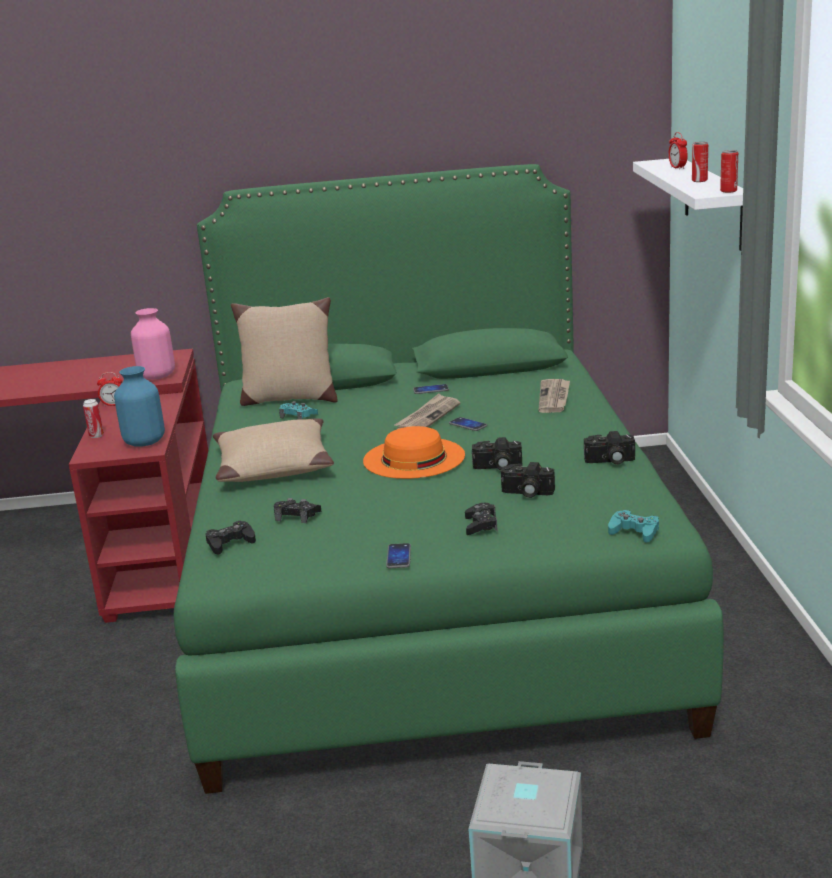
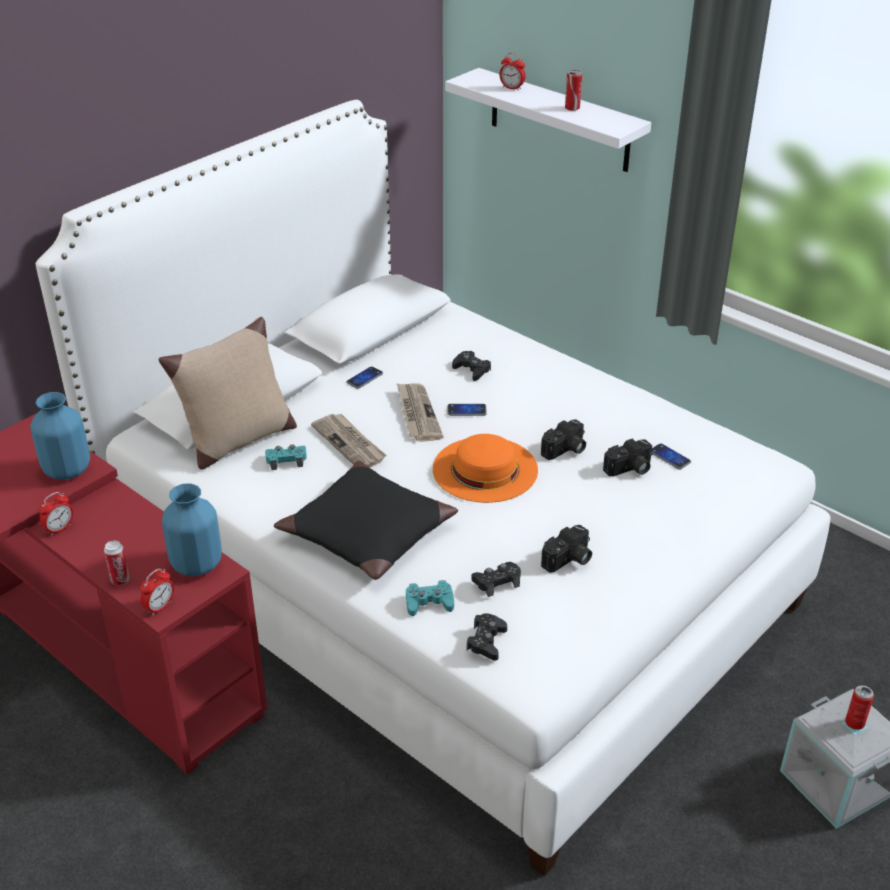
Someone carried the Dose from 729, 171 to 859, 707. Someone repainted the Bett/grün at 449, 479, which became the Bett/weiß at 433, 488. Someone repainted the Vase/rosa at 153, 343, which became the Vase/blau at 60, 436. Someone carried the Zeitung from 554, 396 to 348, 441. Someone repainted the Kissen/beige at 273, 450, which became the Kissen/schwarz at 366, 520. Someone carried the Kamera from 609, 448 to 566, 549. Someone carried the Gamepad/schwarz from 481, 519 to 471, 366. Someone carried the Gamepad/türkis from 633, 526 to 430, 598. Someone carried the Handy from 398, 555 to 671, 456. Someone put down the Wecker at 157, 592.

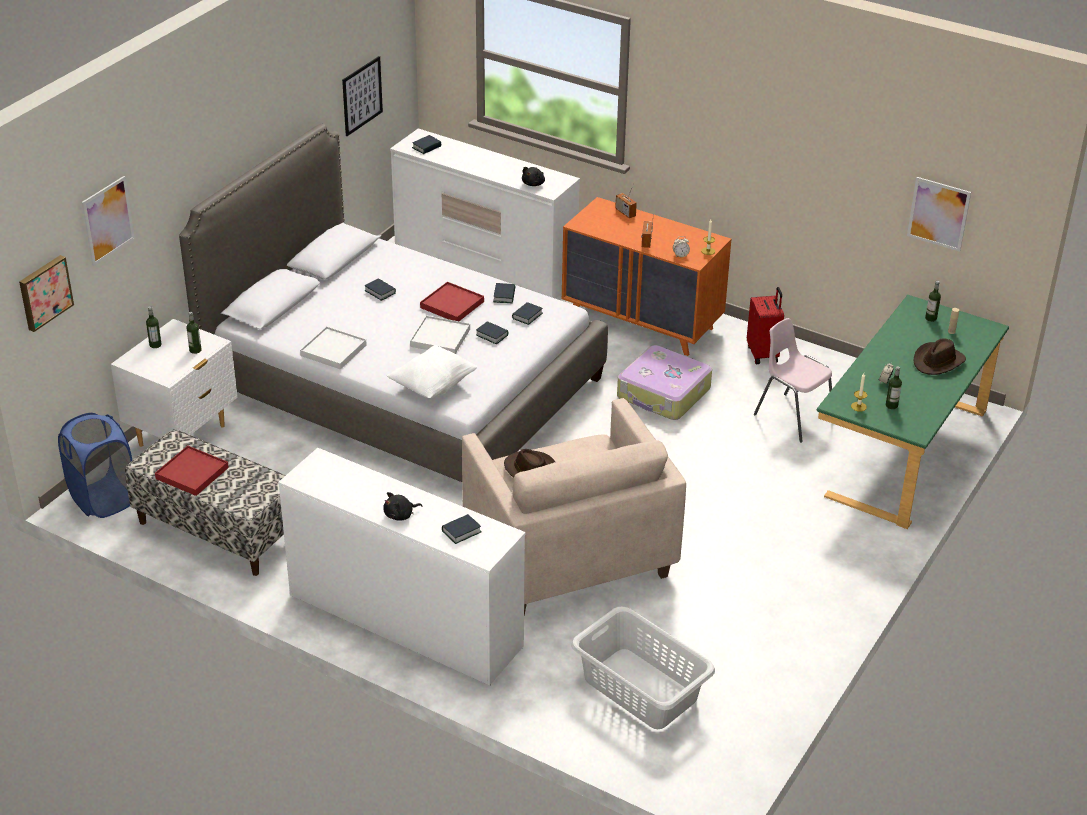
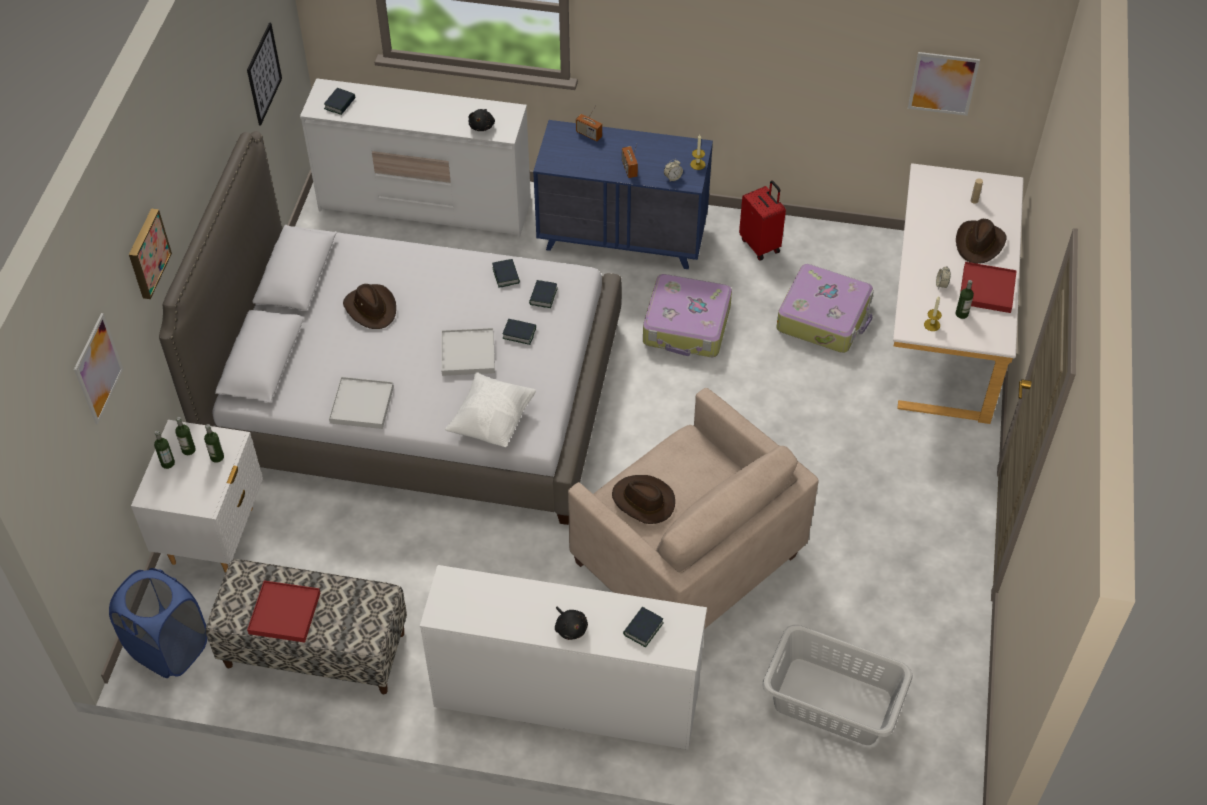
Someone repainted the Kommode/orange at 646, 276, which became the Kommode/blau at 623, 194. Someone carried the Bild from 46, 293 to 150, 253. Someone swapped the Buch at 380, 289 for the Hut/braun at 369, 306. Someone carried the Flasche from 933, 301 to 185, 436. Someone carried the Tablett/rot from 452, 301 to 988, 287. Someone repainted the Schreibtisch/grün at 913, 412, which became the Schreibtisch/weiß at 958, 293. Someone swapped the Stuhl/rosa at 793, 380 for the Koffer at 825, 308. Someone rotated the Plüschtier/schwarz at 402, 506 by 75 degrees counterclockwise.

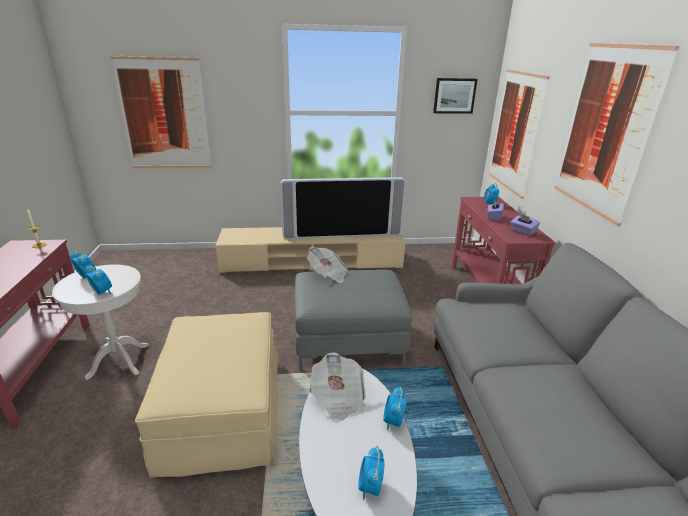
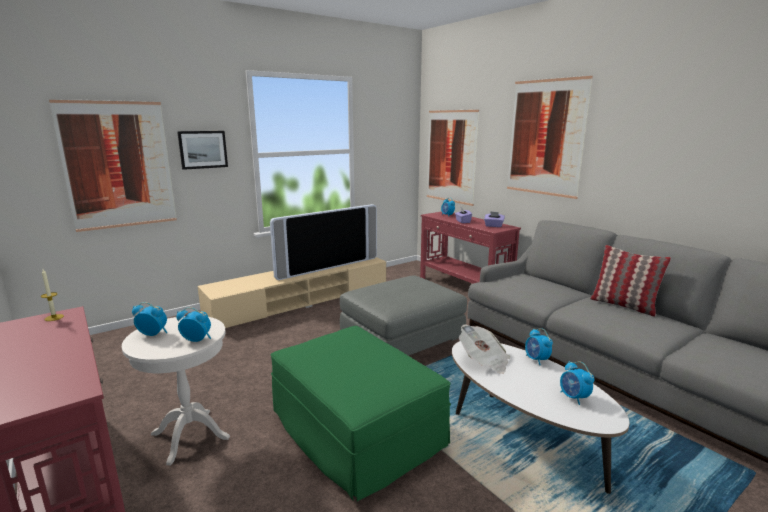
Someone carried the Bild from 455, 96 to 202, 150. Someone took away the Zeitung at 327, 265. Someone repainted the Polsterhocker/beige at 207, 394, which became the Polsterhocker/grün at 361, 414. Someone put down the Kissen at 630, 281.

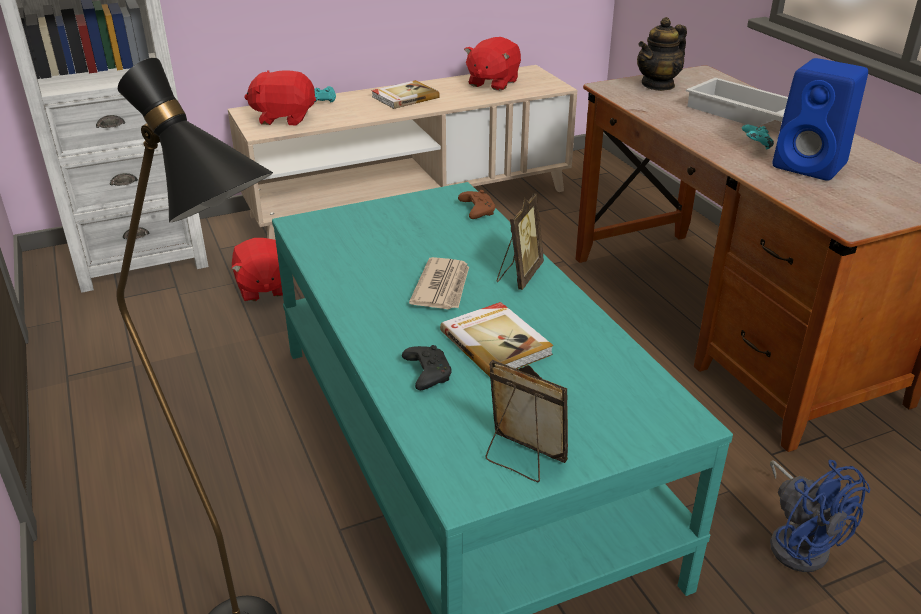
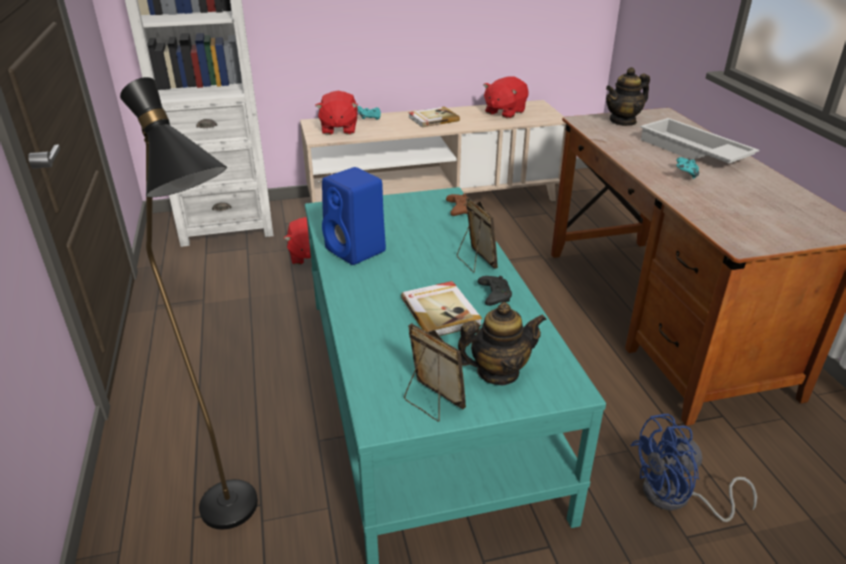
Someone carried the Lautsprecher/blau from 820, 119 to 354, 216. Someone rotated the Plüschtier/rot at 280, 97 by 105 degrees counterclockwise. Someone rotated the Bilderrahmen at 520, 241 by 60 degrees counterclockwise. Someone took away the Zeitung at 439, 283. Someone carried the Gamepad/schwarz from 427, 367 to 495, 291. Someone rotated the Ventilator/blau at 820, 516 by 90 degrees clockwise. Someone put down the Teekanne at 502, 343.

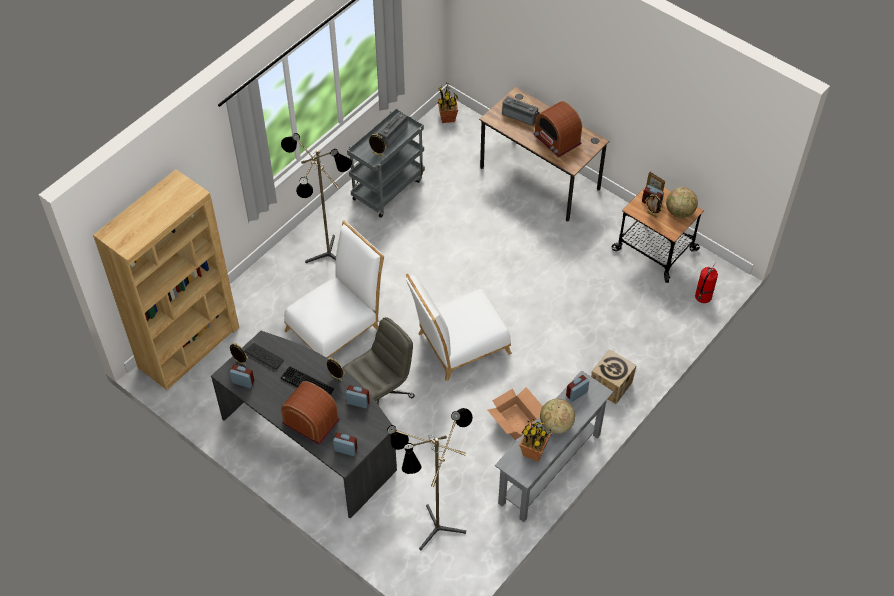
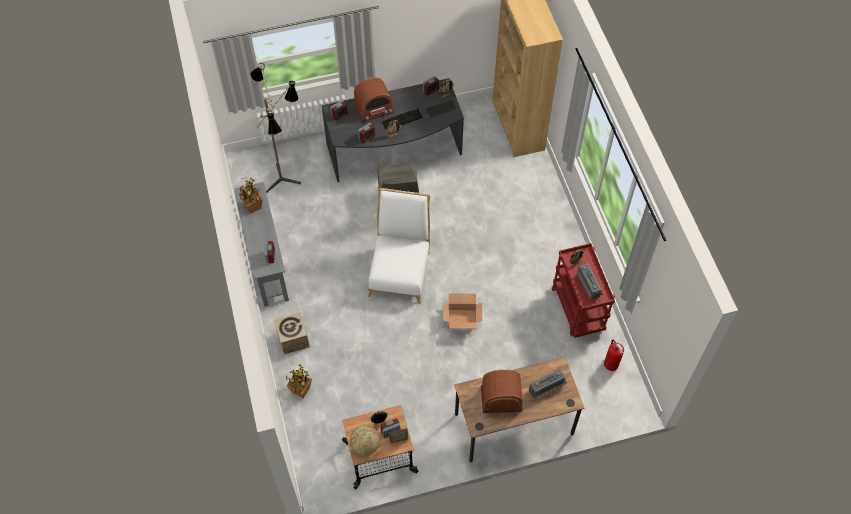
Someone carried the Topfpflanze from 447, 102 to 299, 381. Someone repainted the Rollwagen/grau at 386, 163, which became the Rollwagen/rot at 583, 290. Someone took away the Stehlampe at 316, 198. Someone took away the Stuhl/weiß at 334, 289. Someone carried the Feuerlöscher from 706, 281 to 614, 355. Someone carried the Karton from 515, 413 to 462, 311. Someone took away the Globus at 557, 416.

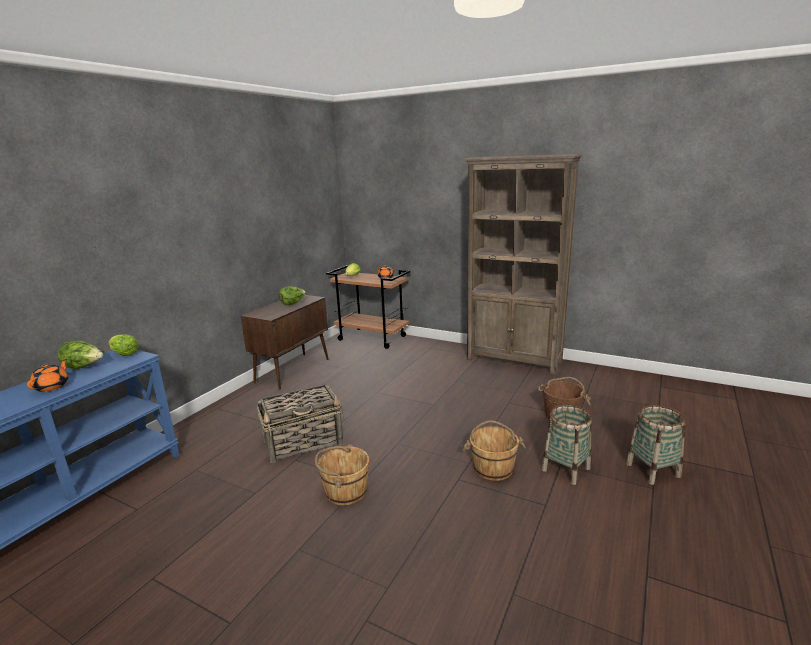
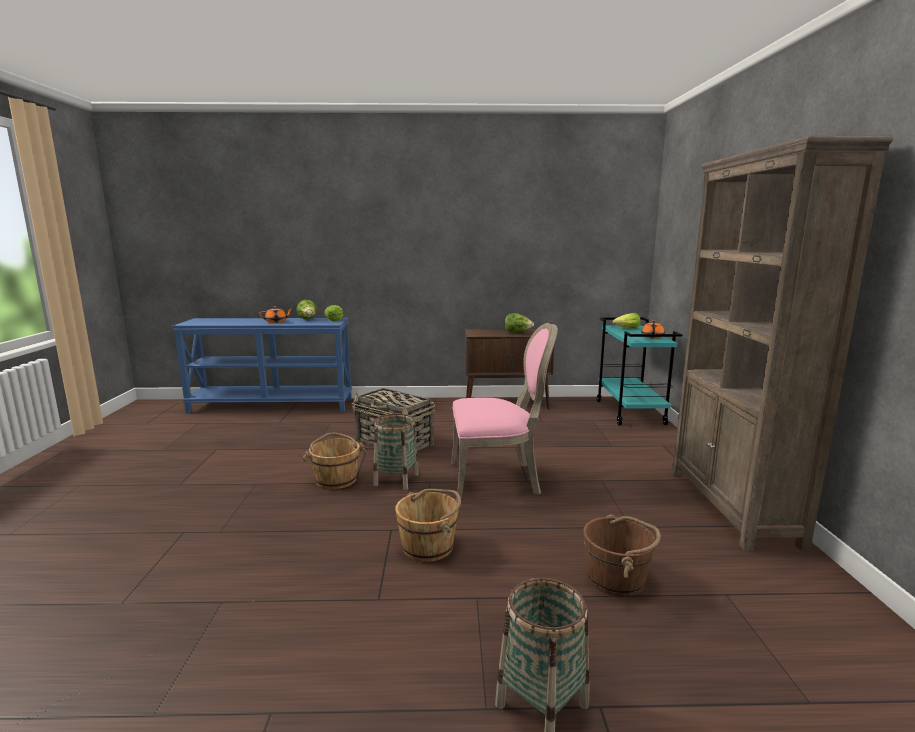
Someone repainted the Rollwagen/braun at 368, 307, which became the Rollwagen/türkis at 639, 371. Someone carried the Korb from 567, 445 to 396, 452. Someone put down the Stuhl/rosa at 504, 412.

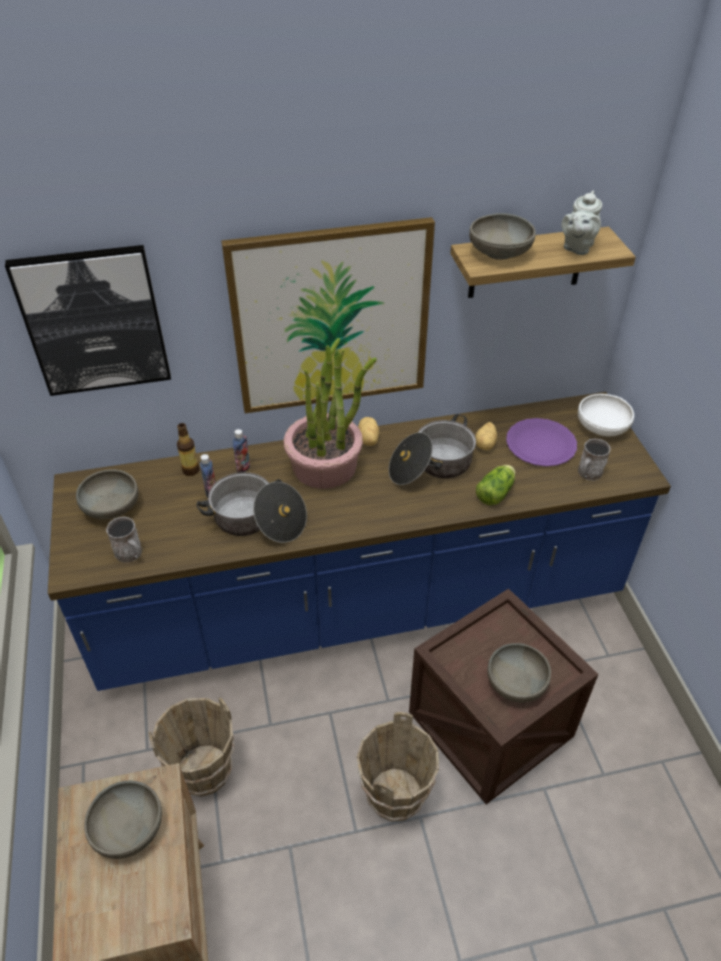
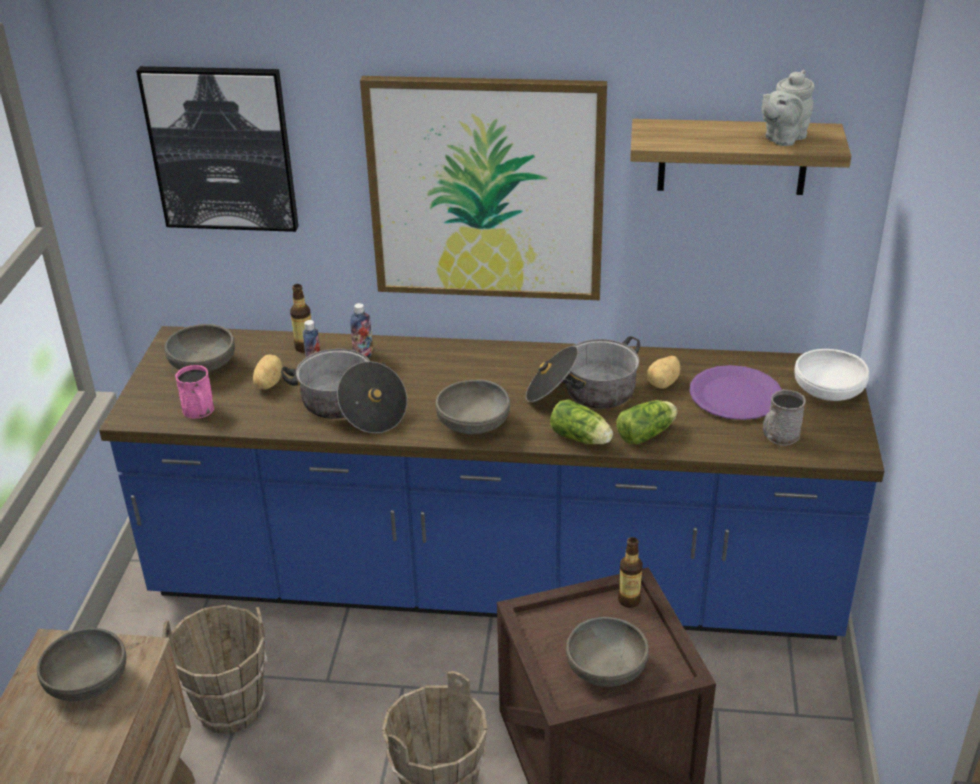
Someone carried the Schüssel/grau from 502, 236 to 472, 407. Someone took away the Topfpflanze at 330, 413. Someone carried the Kartoffel from 368, 431 to 267, 372. Someone repainted the Henkelbecher/grau at 124, 539, which became the Henkelbecher/rosa at 194, 392. Someone put down the Salatkopf at 581, 421. Someone put down the Flasche at 630, 572.

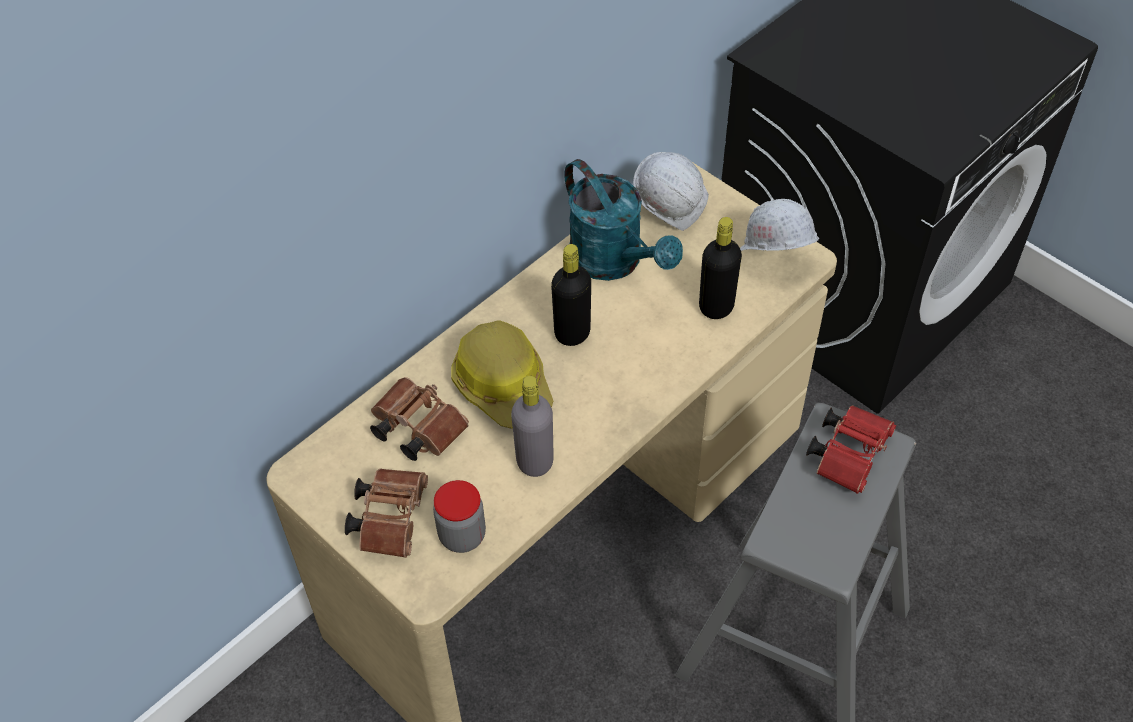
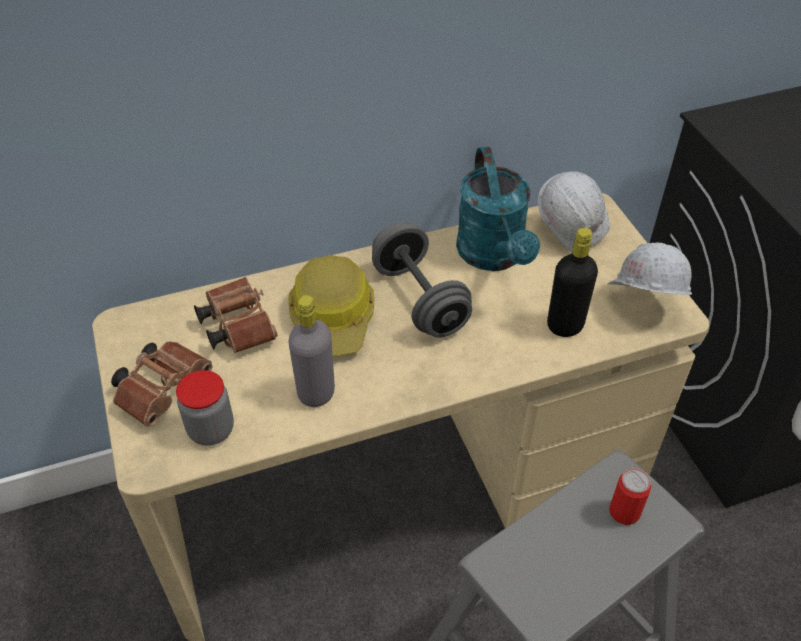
Someone swapped the Flasche/schwarz at 571, 295 for the Hantel/grau at 422, 280. Someone swapped the Fernglas/rot at 851, 449 for the Dose at 630, 496.

